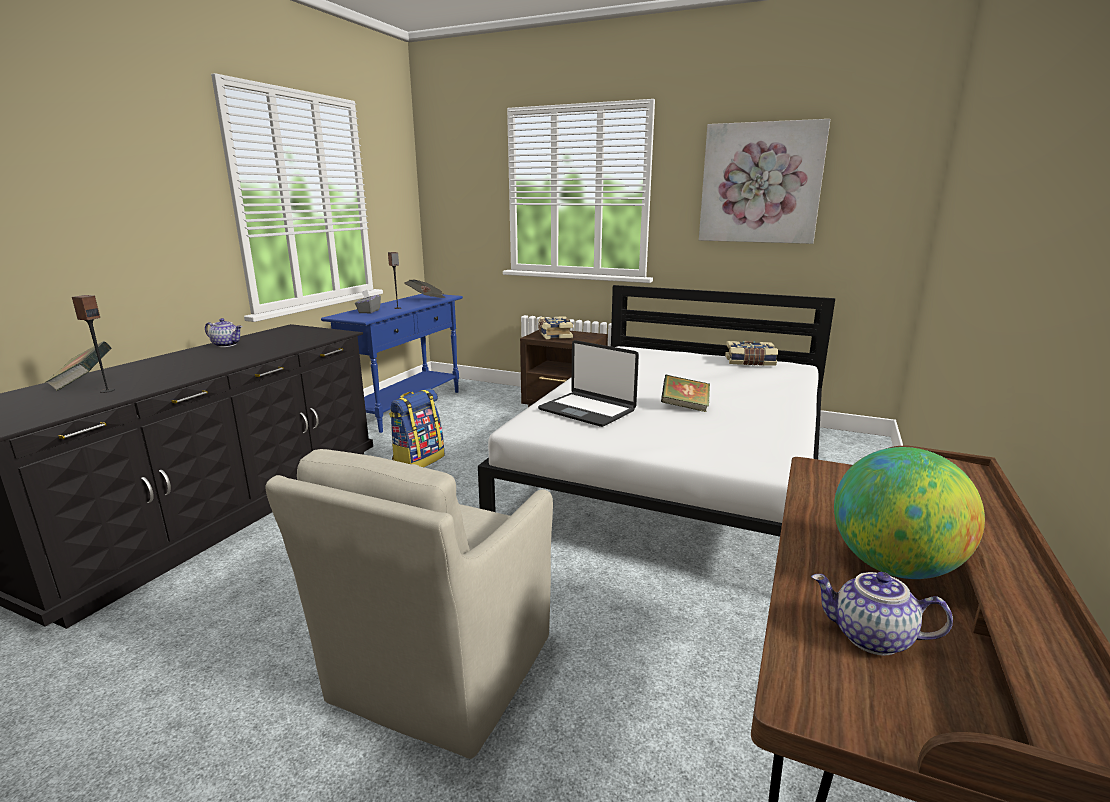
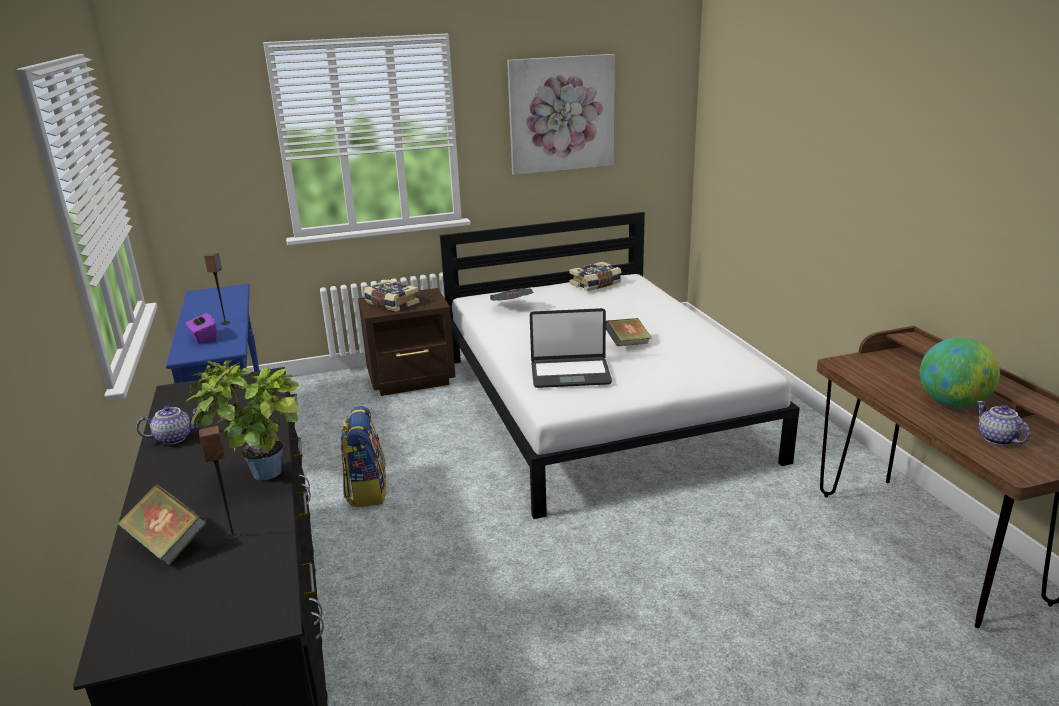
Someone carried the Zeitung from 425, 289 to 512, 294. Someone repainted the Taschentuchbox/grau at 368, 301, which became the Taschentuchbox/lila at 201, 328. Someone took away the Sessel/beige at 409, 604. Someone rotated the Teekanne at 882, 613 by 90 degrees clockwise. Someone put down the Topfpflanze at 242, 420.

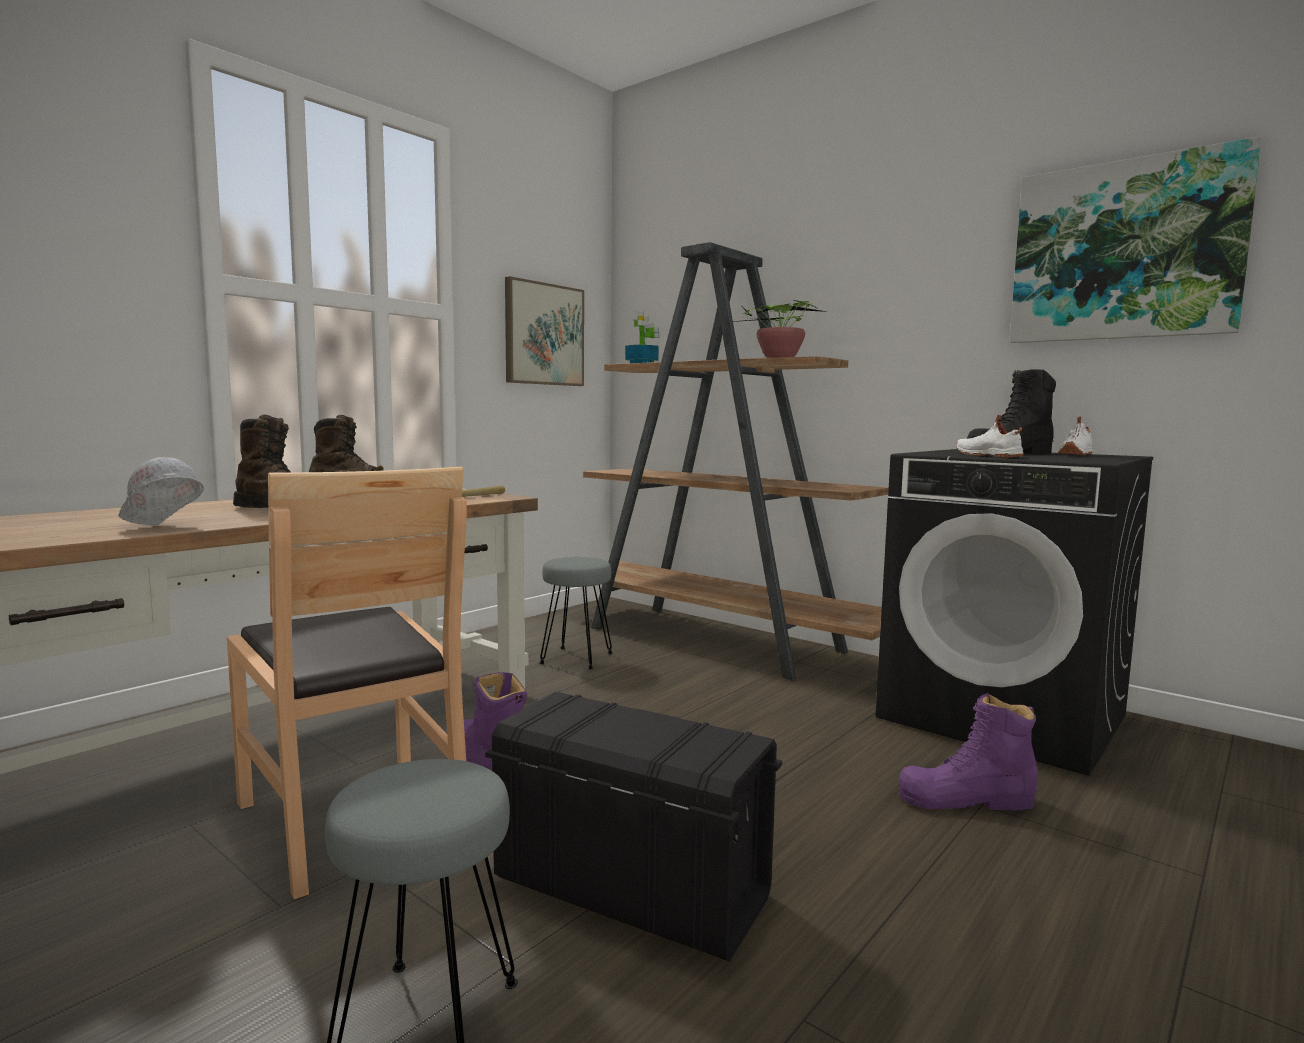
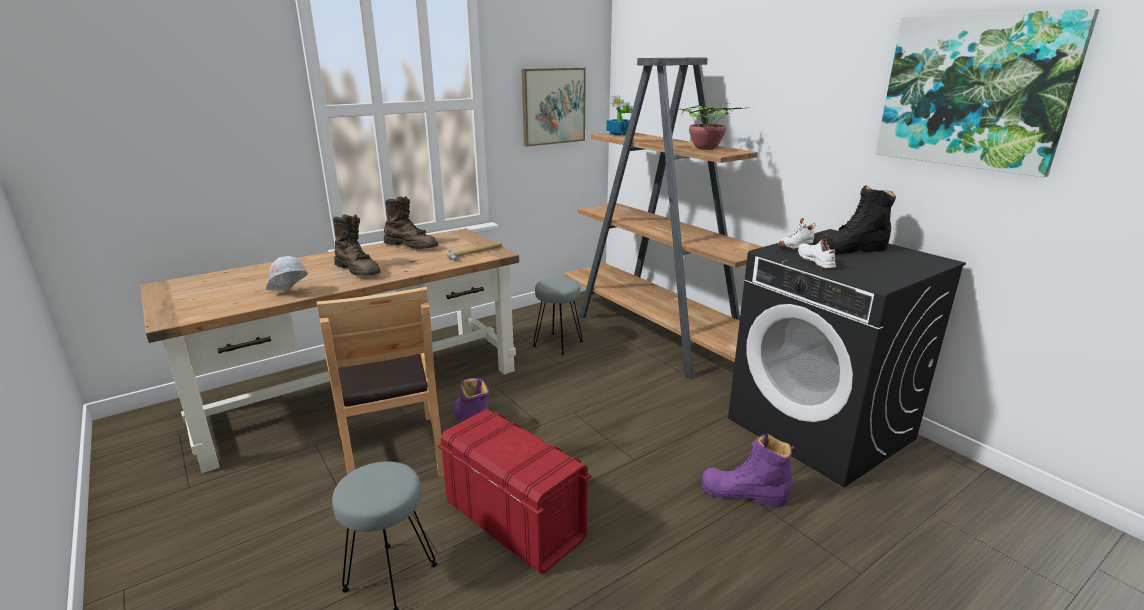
Someone carried the Schuh/weiß from 1075, 435 to 796, 234. Someone repainted the Aufbewahrungsbox/schwarz at 633, 827, which became the Aufbewahrungsbox/rot at 514, 491.

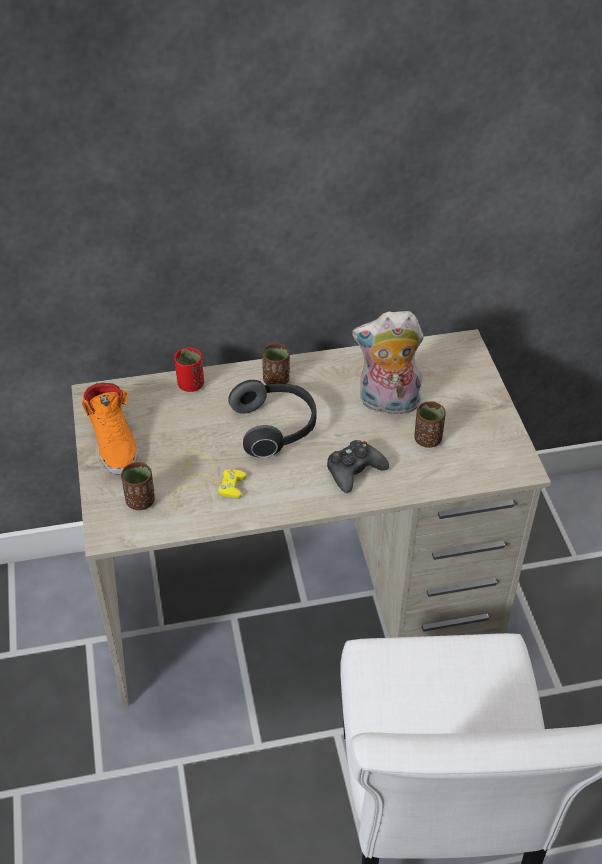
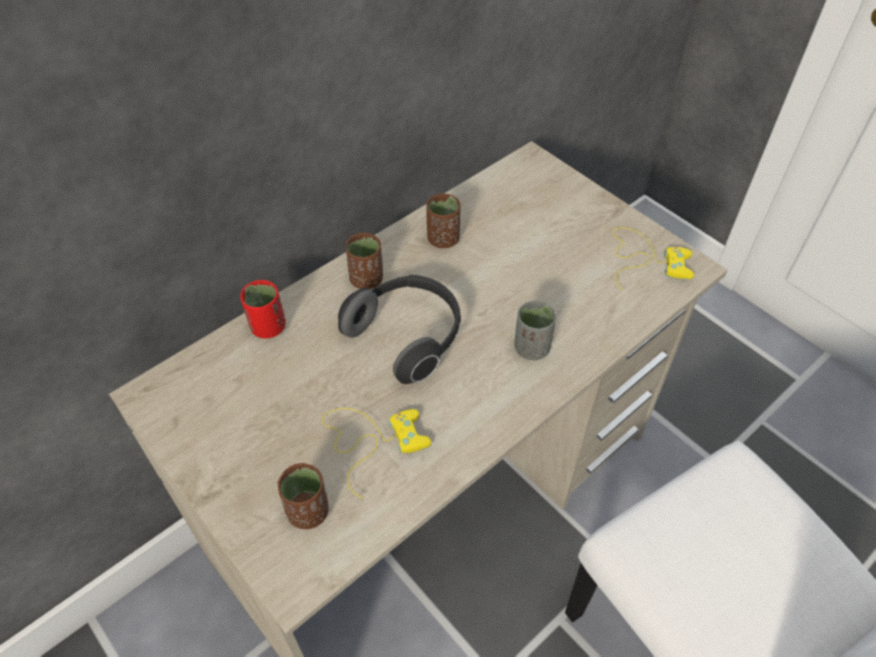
Someone took away the Plüschtier at 388, 363. Someone took away the Schuh/orange at 110, 429. Someone carried the Tasse/braun from 430, 424 to 443, 221. Someone swapped the Gamepad/schwarz at 358, 466 for the Tasse/grau at 535, 330. Someone put down the Gamepad/gelb at 653, 259.

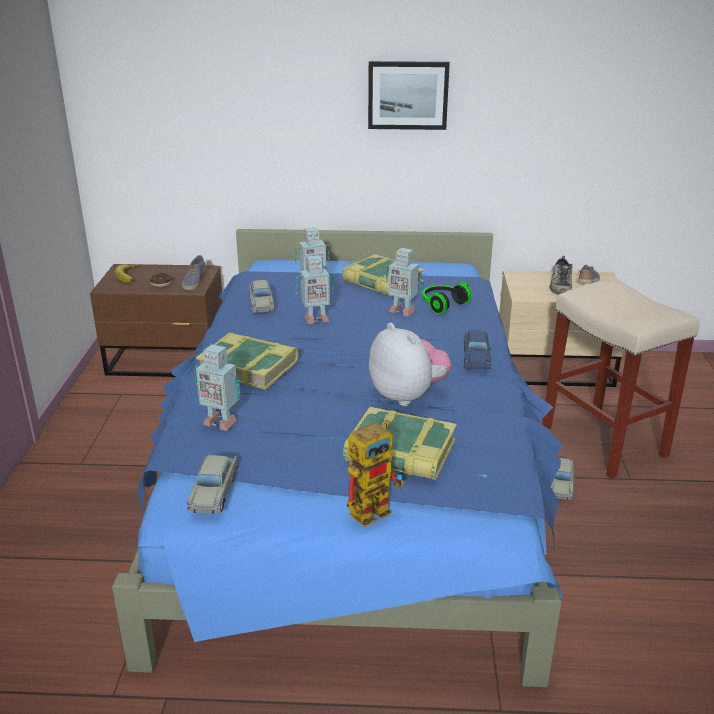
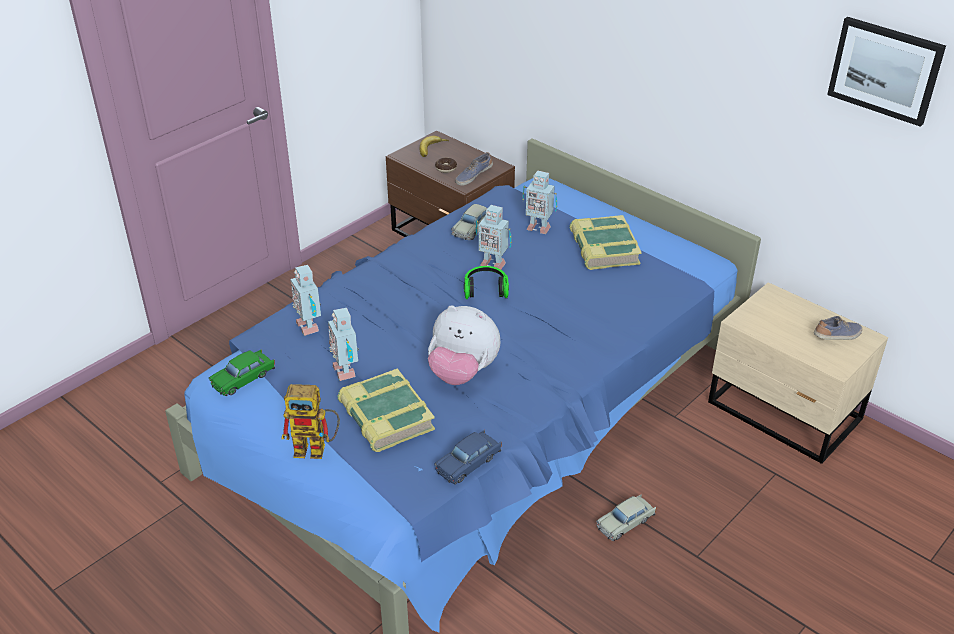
Someone carried the Bild from 409, 95 to 886, 72. Someone carried the Spielzeugroboter from 403, 282 to 343, 344. Someone took away the Schuh at 560, 275. Someone took away the Hocker/beige at 621, 379. Someone carried the Kopfhörer from 447, 298 to 486, 282. Someone rotated the Plüschtier at 410, 364 by 105 degrees clockwise. Someone carried the Spielzeugauto/blau from 478, 350 to 468, 457. Someone took away the Buch at 247, 361. Someone repainted the Spielzeugauto/beige at 212, 484, which became the Spielzeugauto/grün at 242, 373.

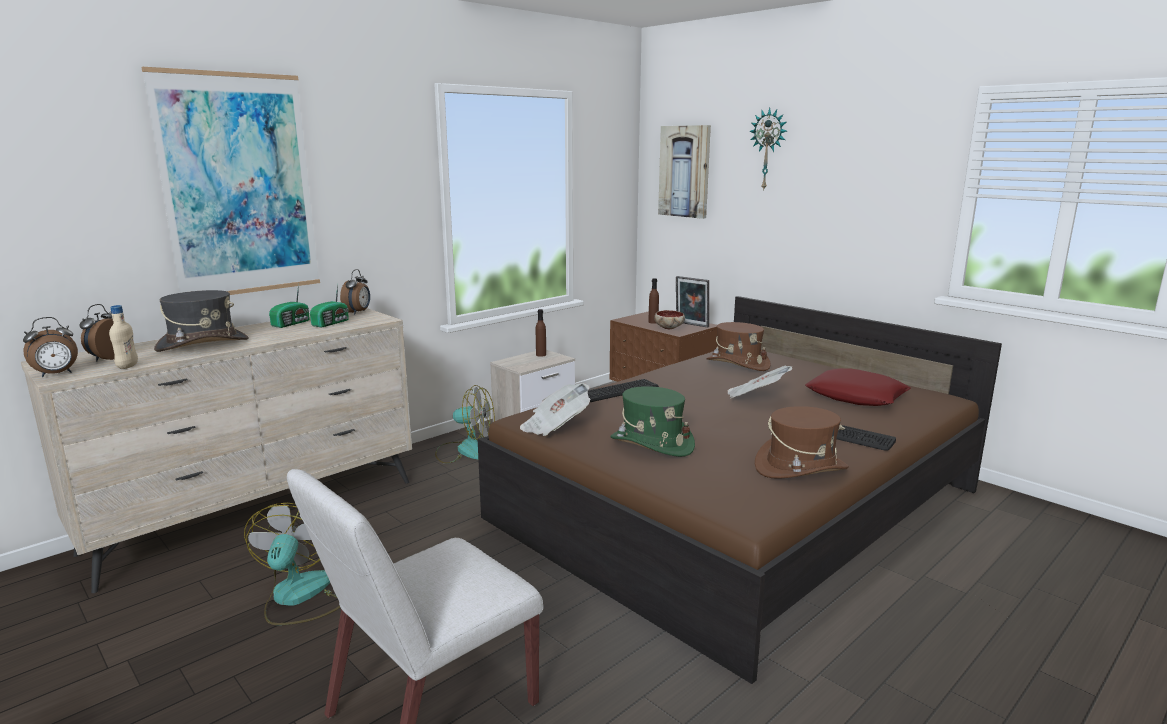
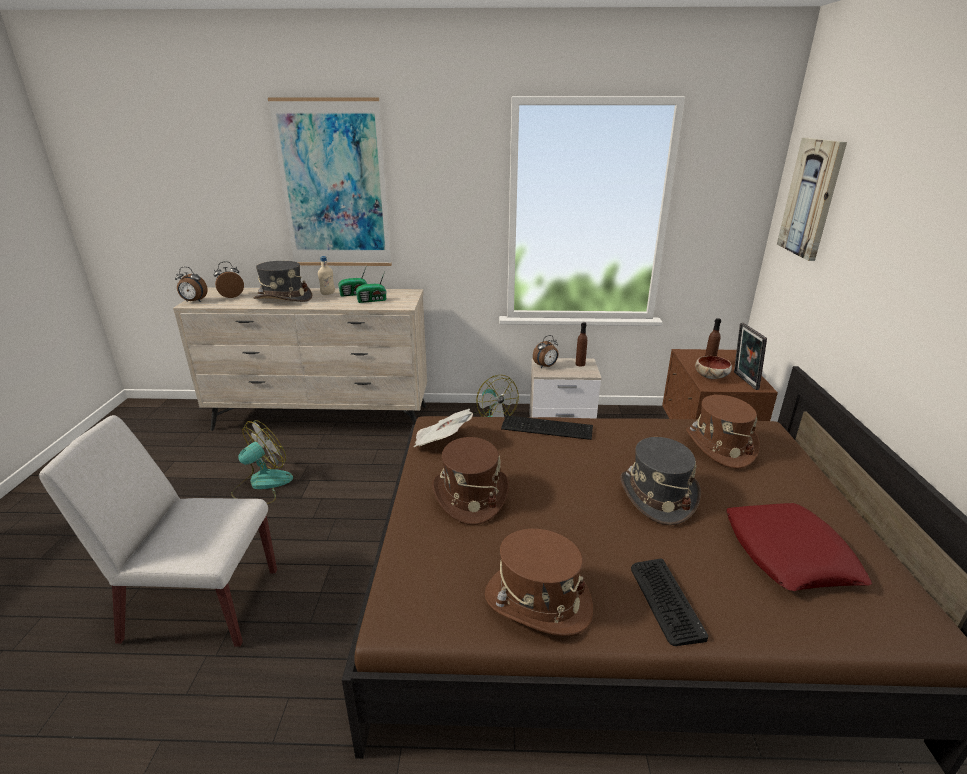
Someone took away the Wanduhr at 768, 149. Someone carried the Wecker from 355, 292 to 546, 351. Someone carried the Flasche/beige from 123, 337 to 326, 275. Someone swapped the Zeitung at 760, 381 for the Hut/grau at 660, 481. Someone repainted the Hut/grün at 652, 421, which became the Hut/braun at 470, 481.

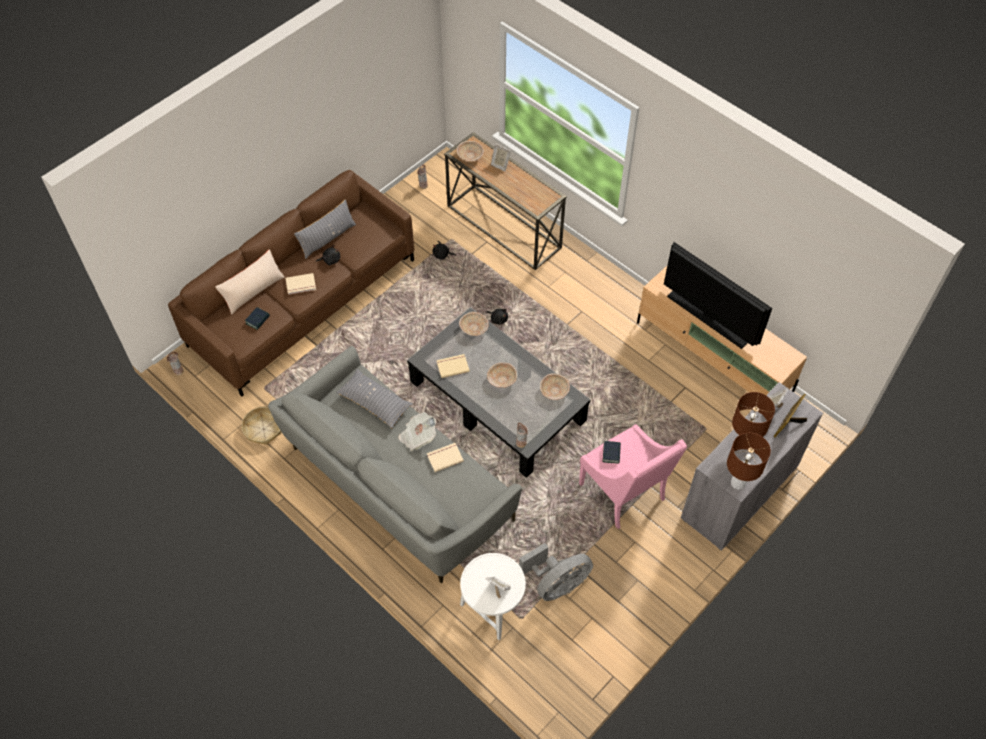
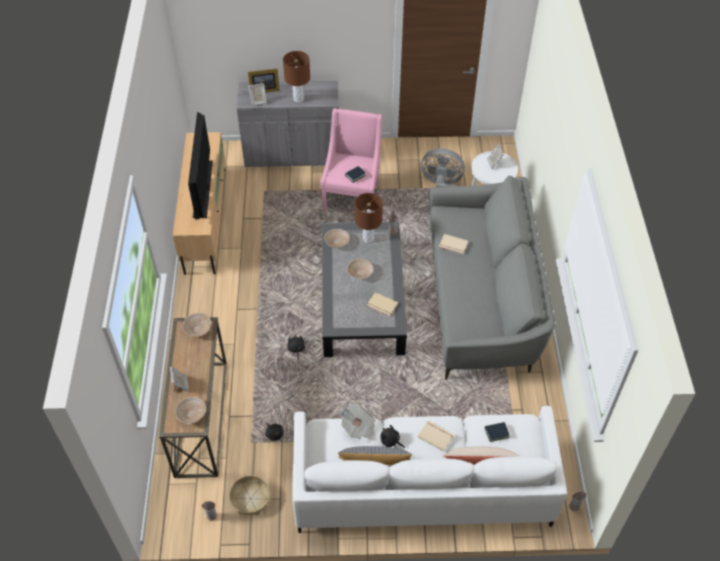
Someone repainted the Sofa/braun at 291, 283, which became the Sofa/weiß at 429, 469. Someone carried the Schüssel/beige from 474, 324 to 196, 324. Someone took away the Kissen/grau at 374, 398. Someone carried the Korb from 261, 426 to 249, 495. Someone carried the Zeitung from 417, 431 to 358, 422. Someone carried the Tischlampe/braun from 749, 461 to 369, 218.

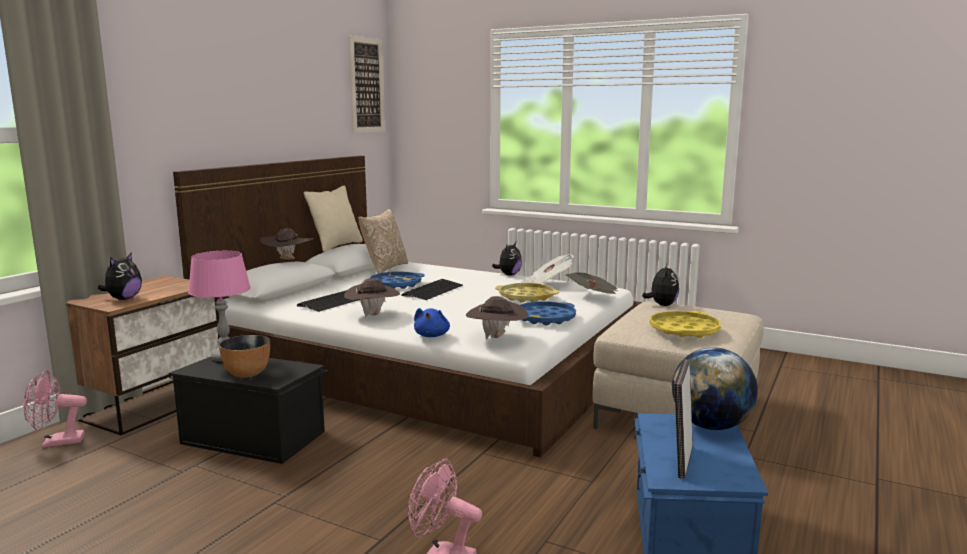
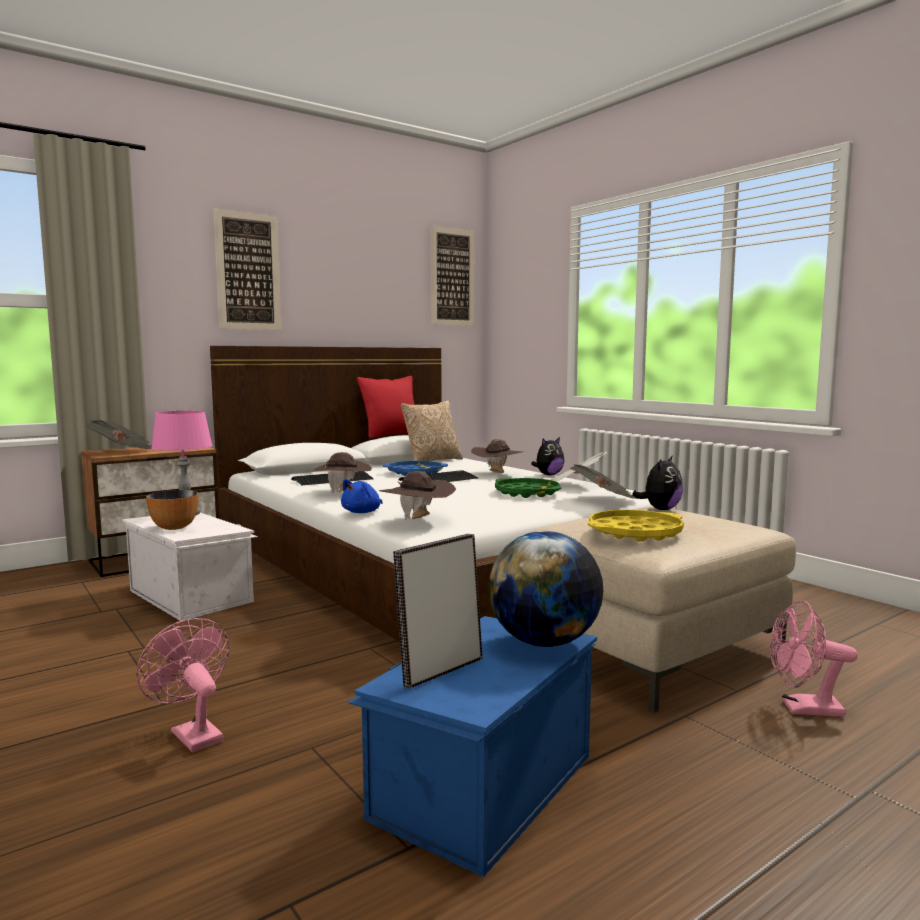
Someone repainted the Kissen/beige at 333, 219, which became the Kissen/rot at 386, 407. Someone carried the Hut/braun from 287, 244 to 498, 456. Someone swapped the Plüschtier at 120, 276 for the Zeitung at 118, 434. Someone repainted the Tablett/gelb at 527, 293, which became the Tablett/grün at 528, 488. Someone took away the Tablett/blau at 548, 313. Someone repainted the Aufbewahrungsbox/schwarz at 248, 410, which became the Aufbewahrungsbox/weiß at 190, 567. Someone carried the Ventilator/rosa from 55, 409 to 814, 658. Someone put up the Bild at 247, 269.

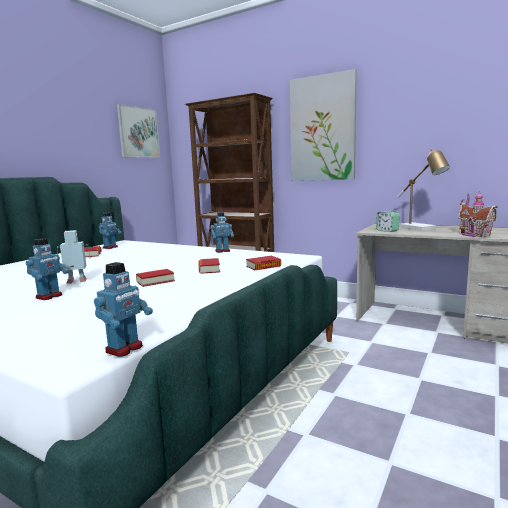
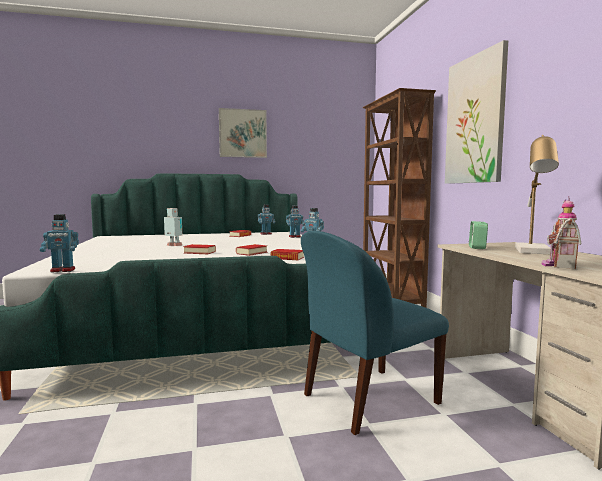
Someone carried the Bild from 138, 131 to 243, 133. Someone carried the Spielzeugroboter from 47, 269 to 295, 221. Someone put down the Stuhl/blau at 375, 333.

